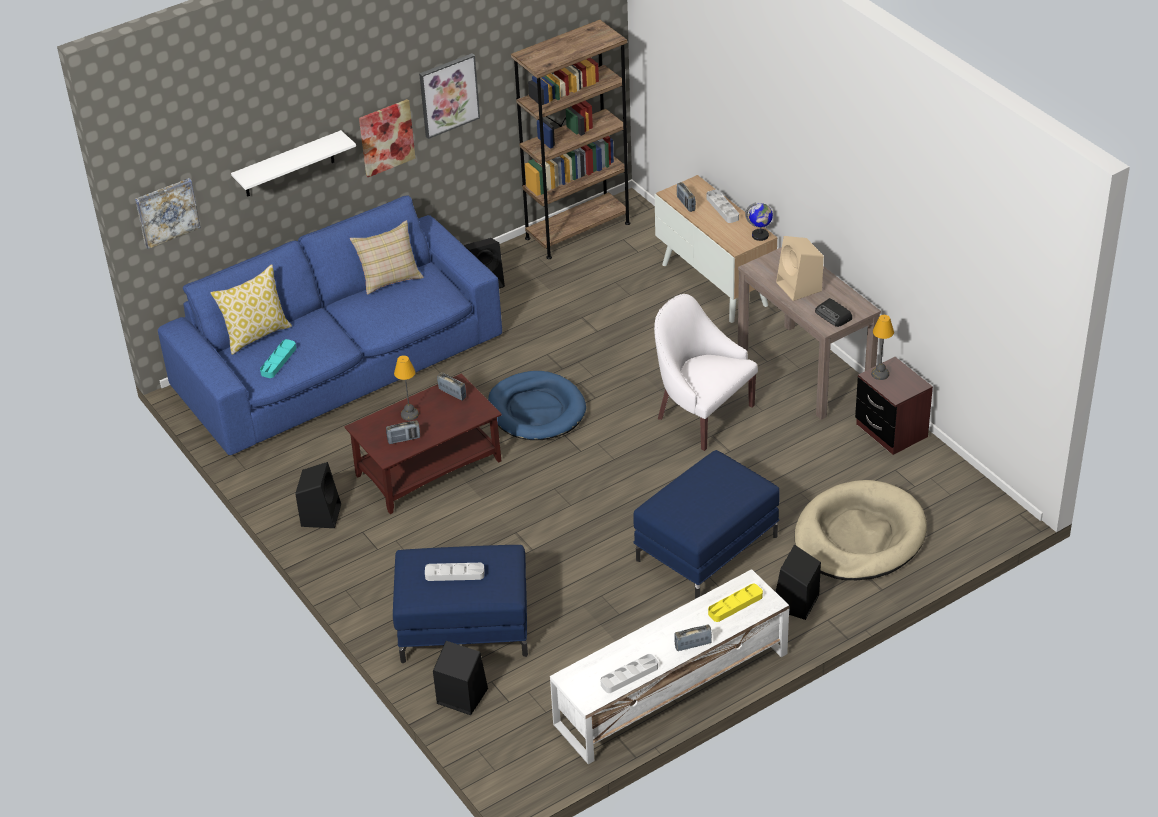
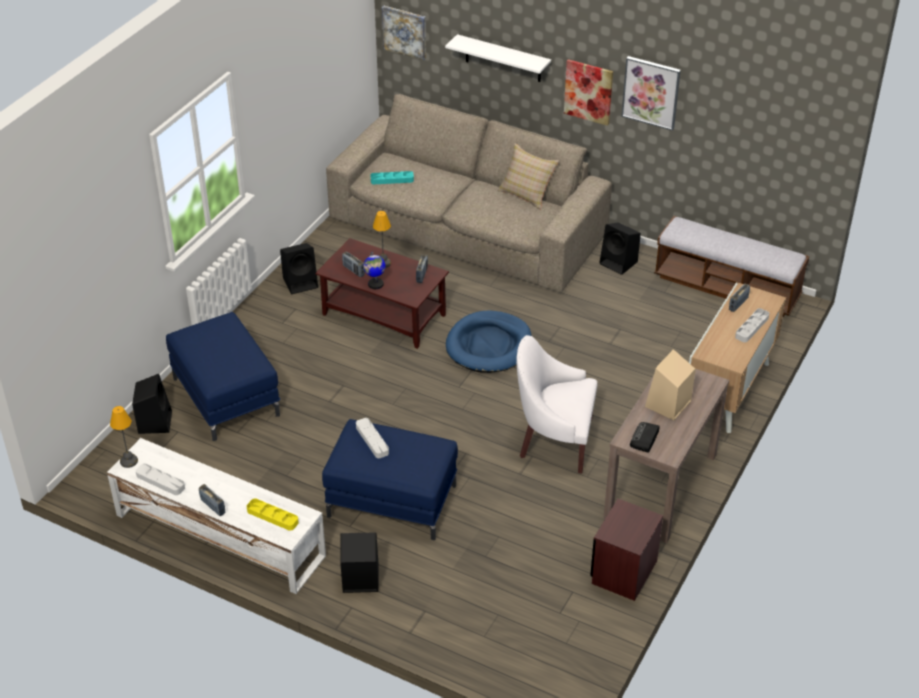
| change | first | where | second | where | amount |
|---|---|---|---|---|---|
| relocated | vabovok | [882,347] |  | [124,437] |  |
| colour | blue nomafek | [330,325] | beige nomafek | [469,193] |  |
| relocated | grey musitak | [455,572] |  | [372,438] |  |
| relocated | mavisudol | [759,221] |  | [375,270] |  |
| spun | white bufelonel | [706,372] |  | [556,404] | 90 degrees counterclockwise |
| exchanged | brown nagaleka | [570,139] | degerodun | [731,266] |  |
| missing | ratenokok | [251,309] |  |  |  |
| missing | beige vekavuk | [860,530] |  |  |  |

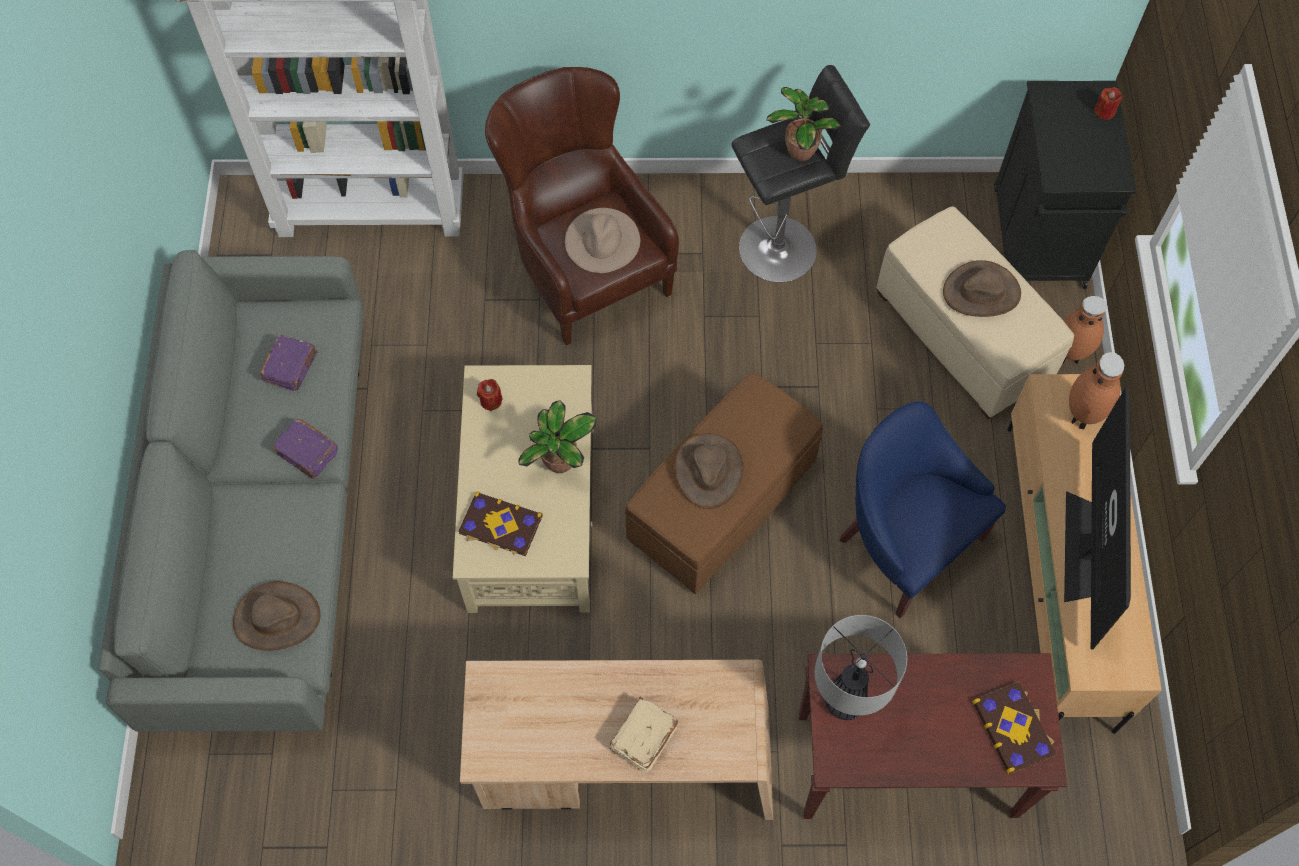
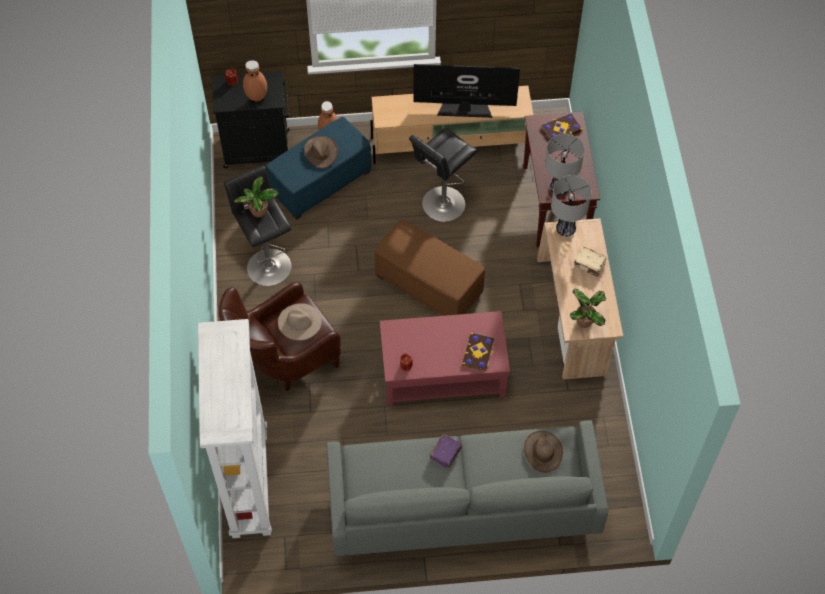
| change | first | where | second | where | amount |
|---|---|---|---|---|---|
| relocated | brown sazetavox | [1096,390] |  | [255,82] |  |
| colour | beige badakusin | [975,312] | blue badakusin | [318,168] |  |
| colour | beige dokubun | [523,489] | red dokubun | [445,358] |  |
| exchanged | blue bufelonel | [922,509] | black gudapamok | [443,175] |  |
| appeared |  |  | vabovok | [571,205] |  |
| relocated | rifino | [557,436] |  | [588,308] |  |
| missing | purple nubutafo | [288,363] |  |  |  |
| missing | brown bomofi | [709,471] |  |  |  |

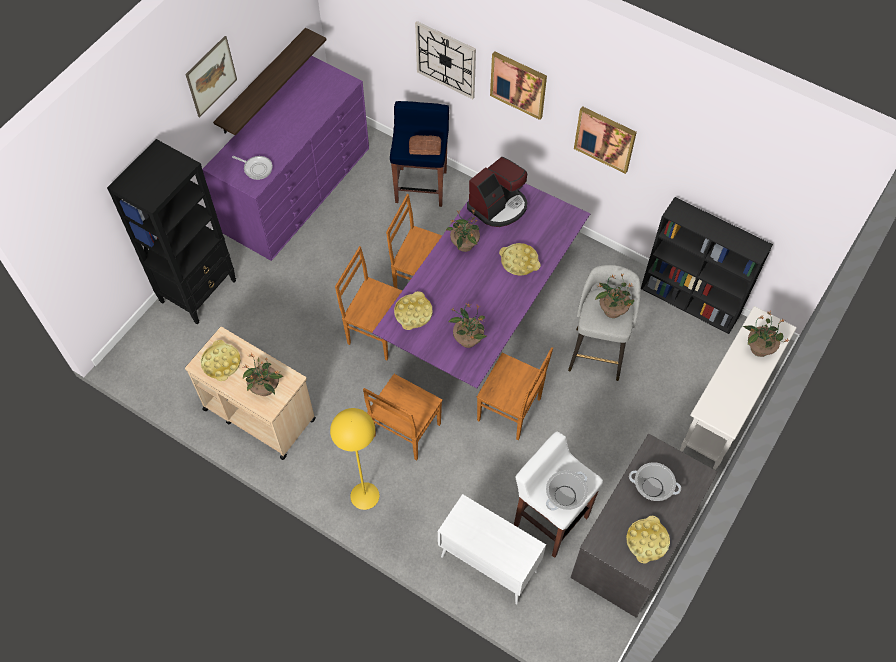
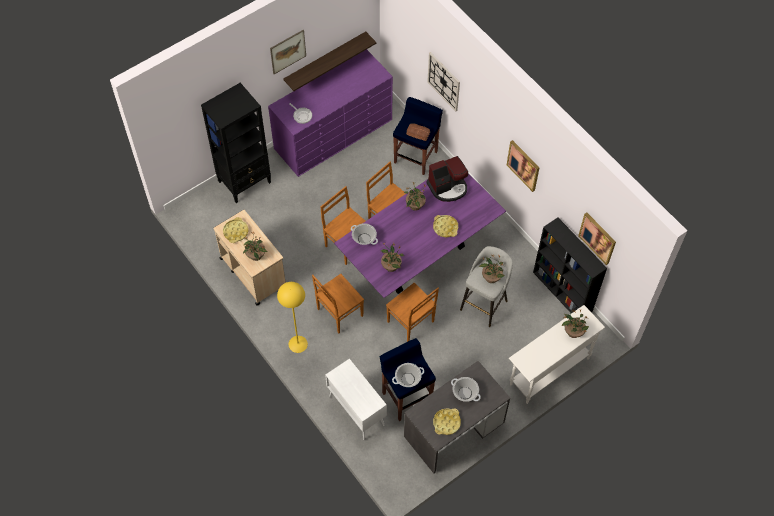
| change | first | where | second | where | amount |
|---|---|---|---|---|---|
| exchanged | yellow musitak | [413,310] | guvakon | [364,234] |  |
| colour | white gudapamok | [558,494] | blue gudapamok | [408,379] |  |
| relocated | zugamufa | [518,85] |  | [597,238] |  |

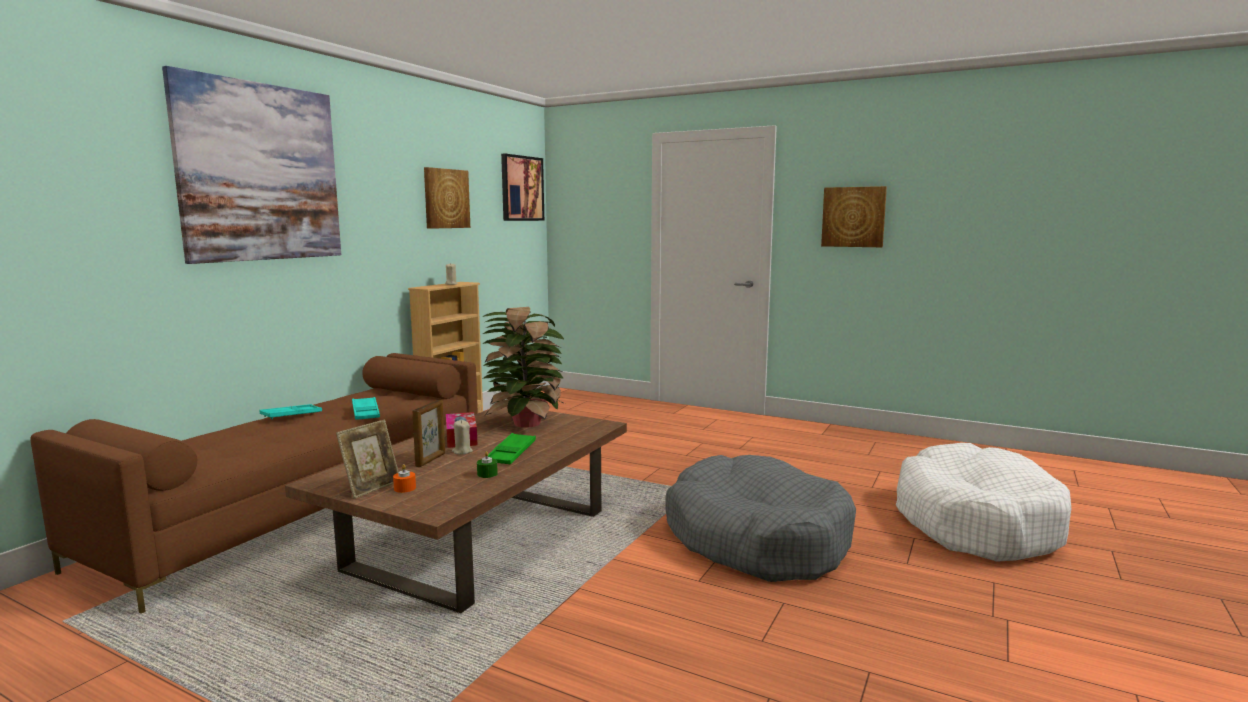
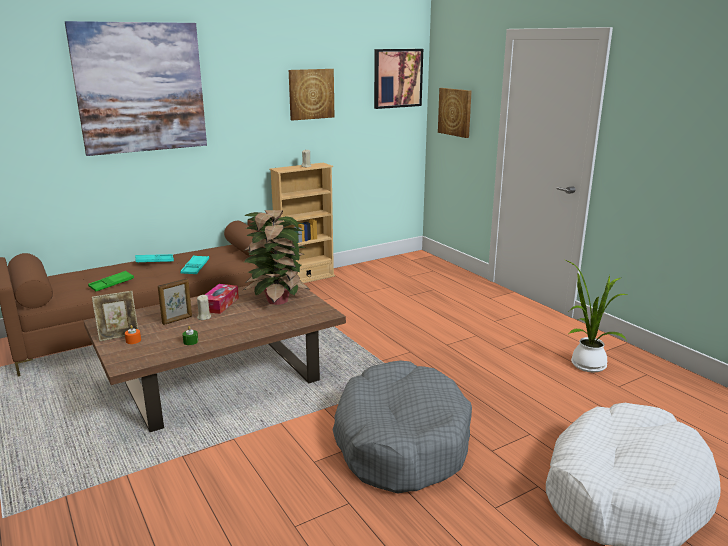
| change | first | where | second | where | amount |
|---|---|---|---|---|---|
| relocated | green musitak | [512,448] |  | [111,281] |  |
| relocated | zugamufa | [854,216] |  | [455,113] |  |
| appeared |  |  | rifino | [596,316] |  |

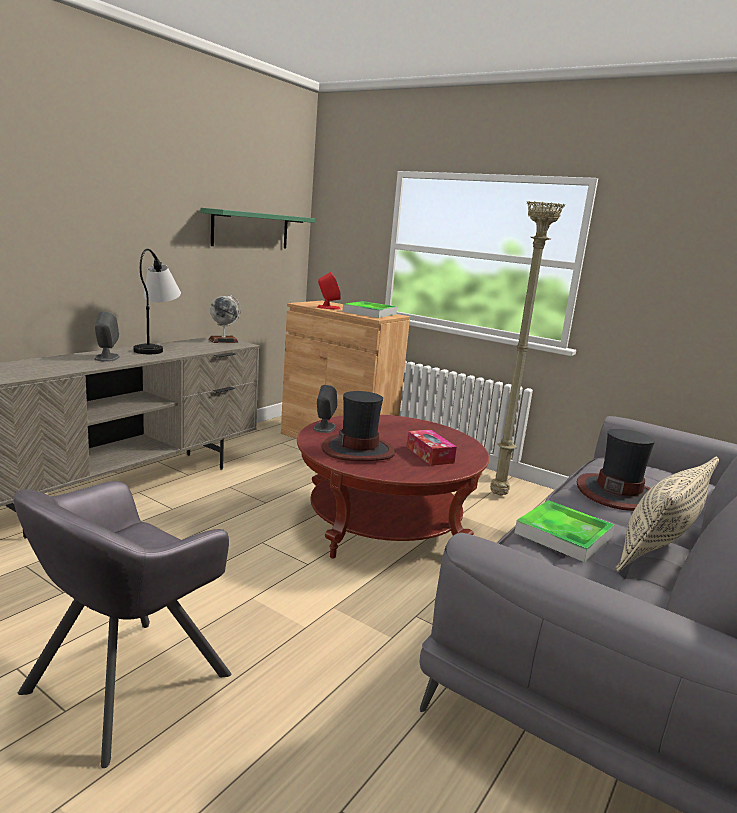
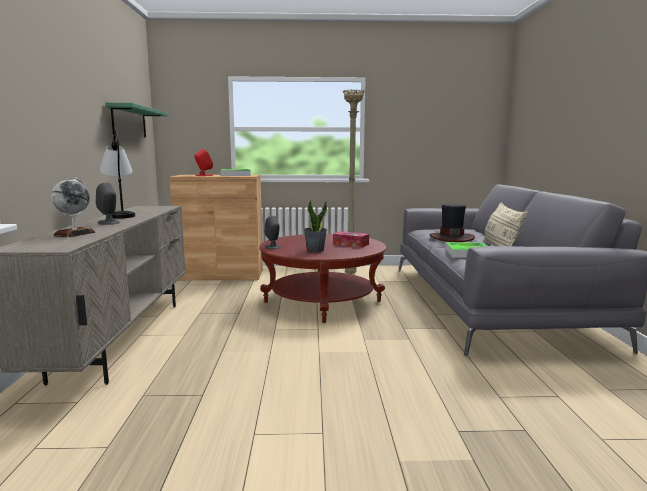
| change | first | where | second | where | amount |
|---|---|---|---|---|---|
| relocated | mavisudol | [225,319] |  | [73,207] |  |
| exchanged | bomofi | [359,426] | rifino | [315,225] |  |
| missing | grey bufelonel | [122,624] |  |  |  |

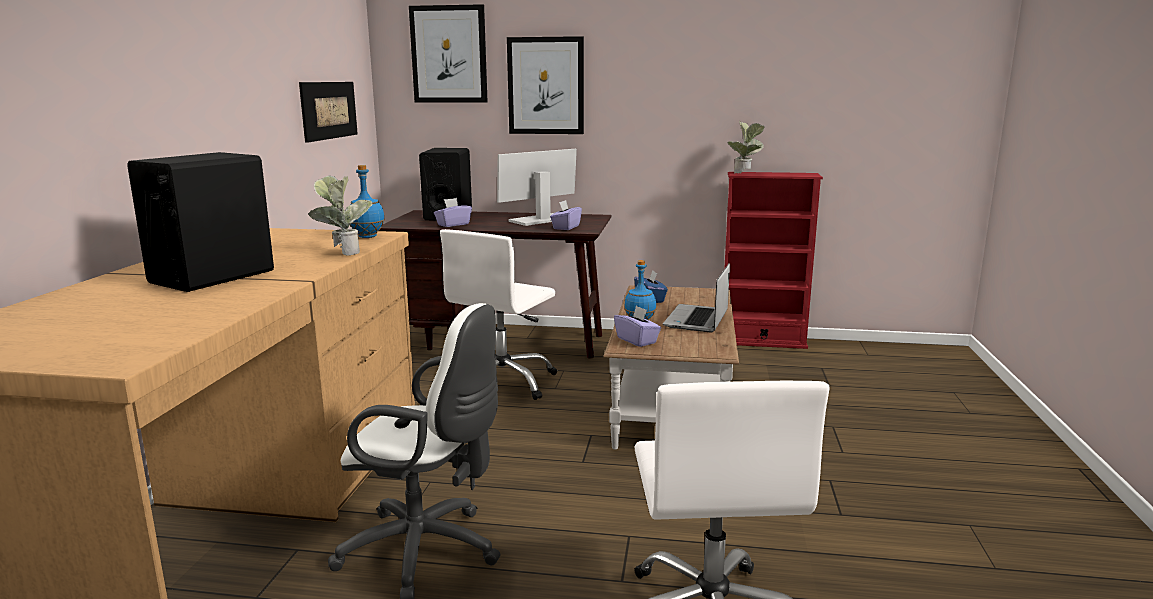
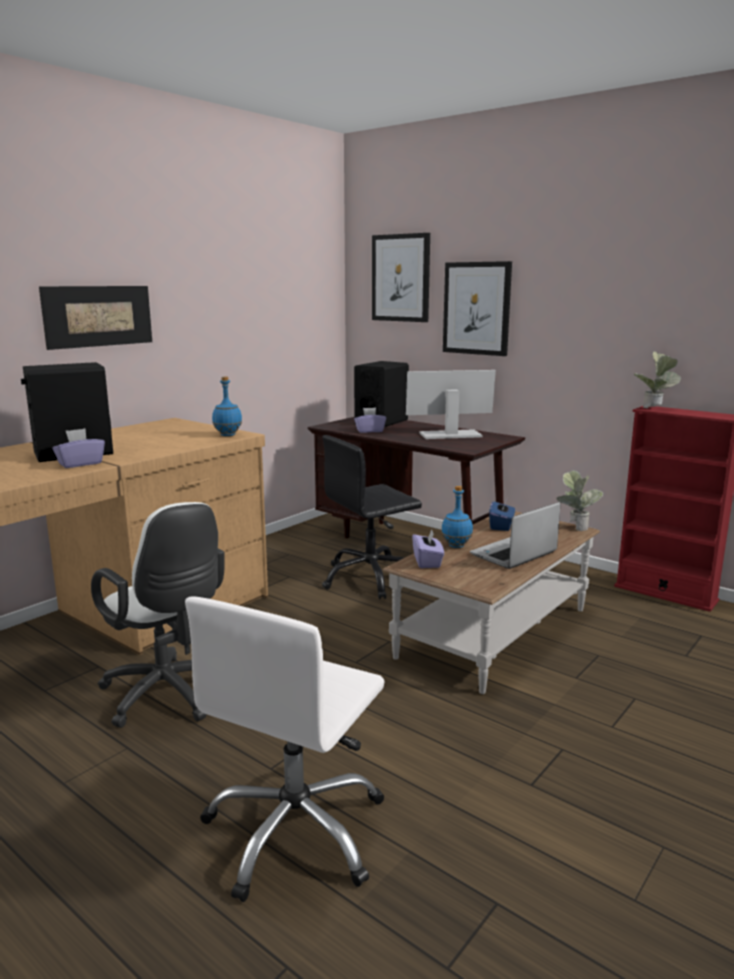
| change | first | where | second | where | amount |
|---|---|---|---|---|---|
| relocated | zugamufa | [328,112] |  | [95,318] |  |
| relocated | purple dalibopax | [566,215] |  | [78,448] |  |
| colour | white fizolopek | [498,314] | black fizolopek | [372,517] |  |
| relocated | rifino | [340,216] |  | [579,500] |  |

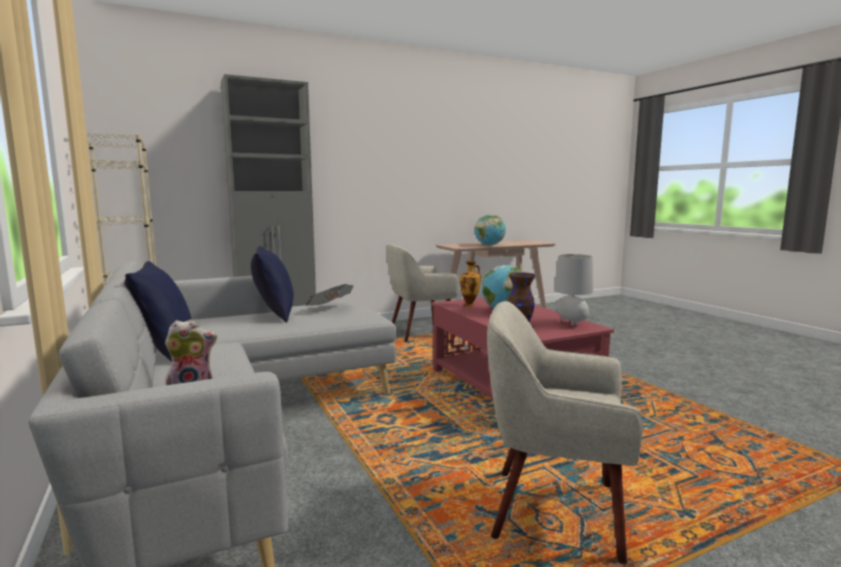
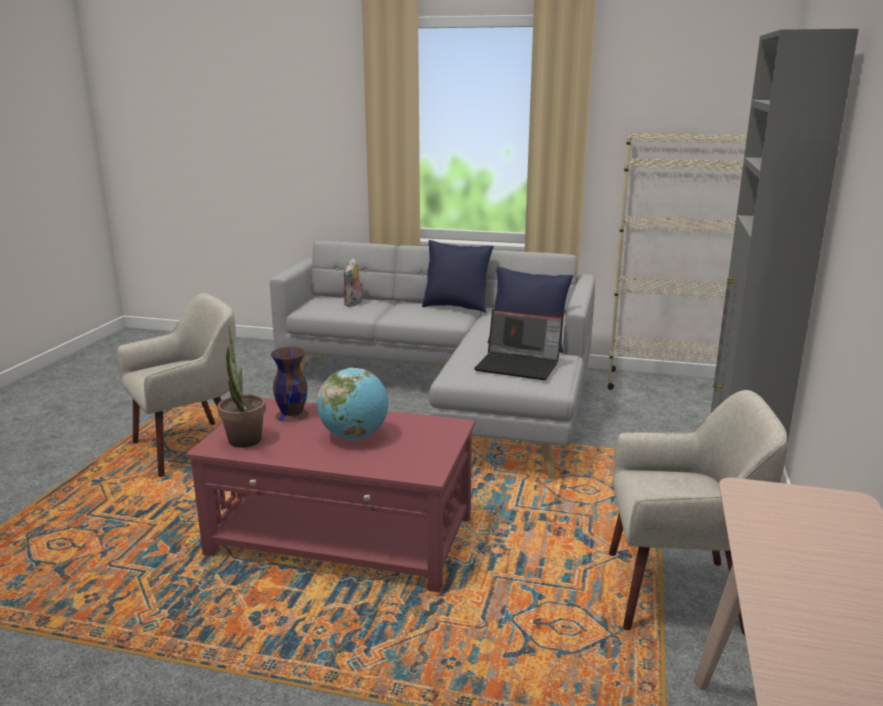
| change | first | where | second | where | amount |
|---|---|---|---|---|---|
| exchanged | grey vabovok | [573,290] | rifino | [241,386] |  |
| exchanged | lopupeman | [330,295] | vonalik | [518,344] |  |
| spun | beige bufelonel | [422,293] |  | [698,512] | 75 degrees clockwise |
| missing | sazetavox | [470,284] |  |  |  |
| missing | mavisudol | [490,229] |  |  |  |

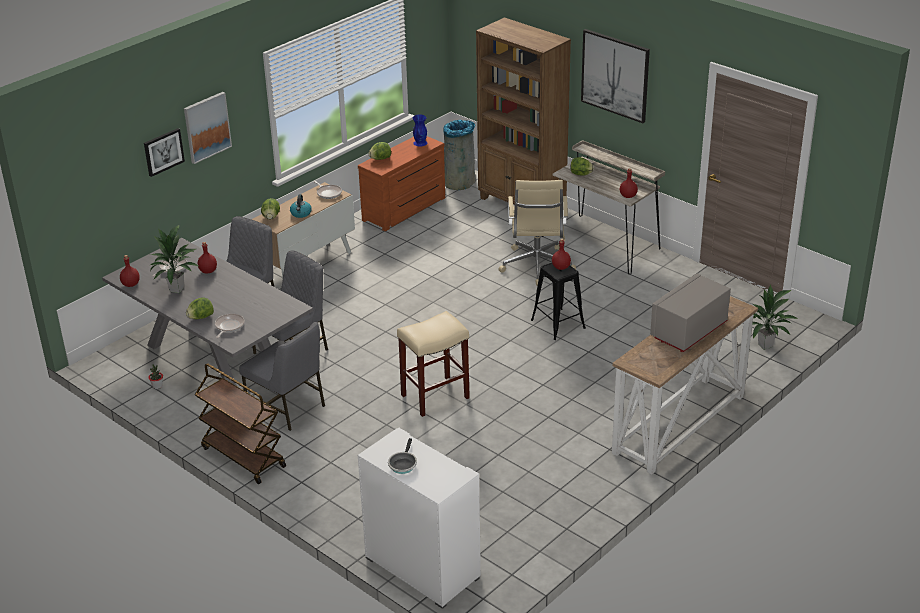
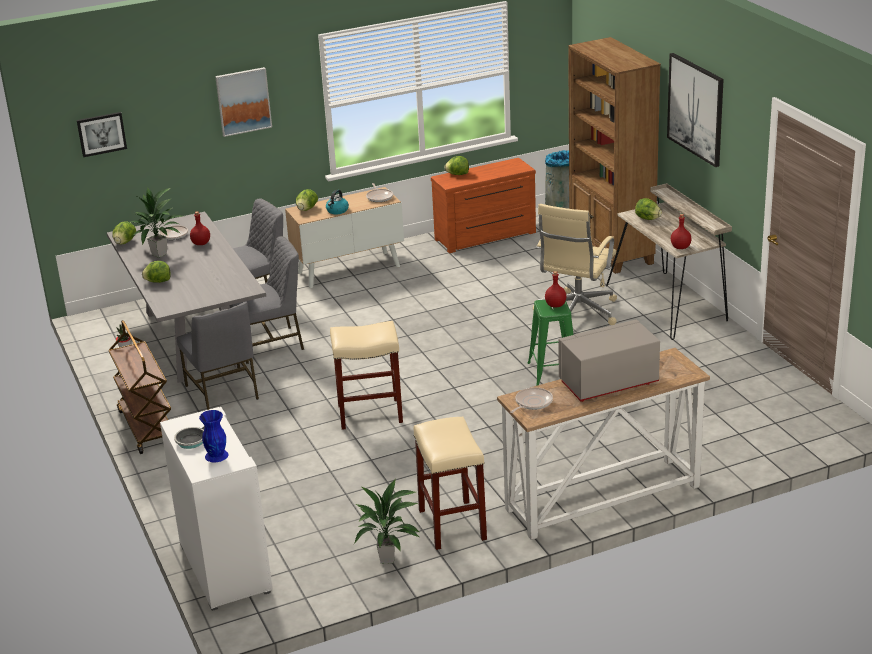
| change | first | where | second | where | amount |
|---|---|---|---|---|---|
| relocated | zugamufa | [164,152] |  | [102,134] |  |
| exchanged | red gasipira | [130,271] | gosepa | [124,233] |  |
| relocated | blue sazetavox | [419,130] |  | [213,436] |  |
| relocated | rifino | [775,317] |  | [386,521] |  |
| appeared |  |  | beige gudapamok | [450,483] |  |
| relocated | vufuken | [230,326] |  | [531,400] |  |
| colour | black gudapamok | [558,301] | green gudapamok | [551,343] |  |

